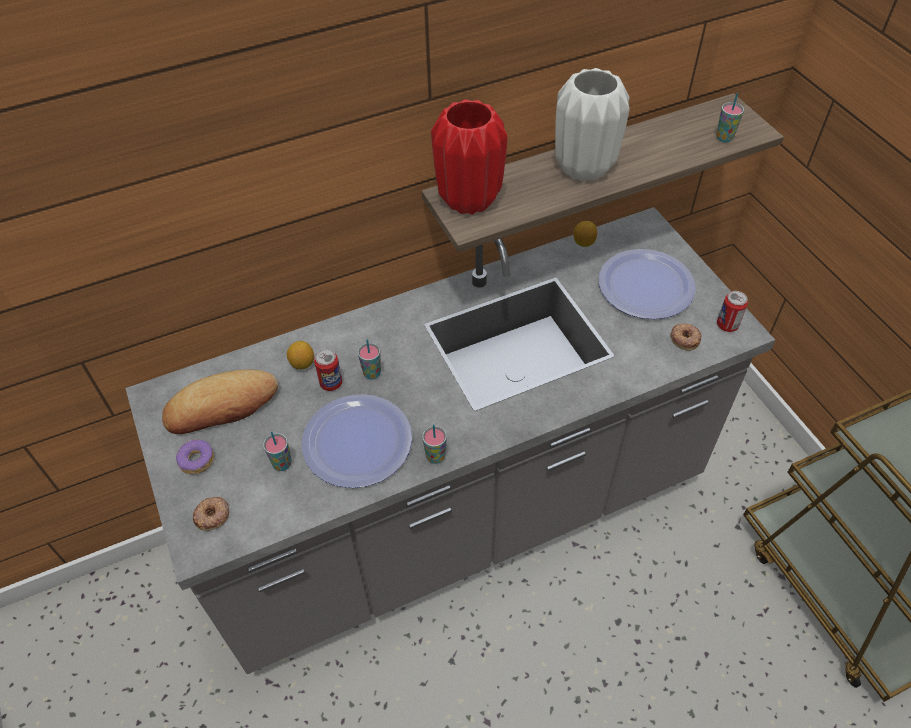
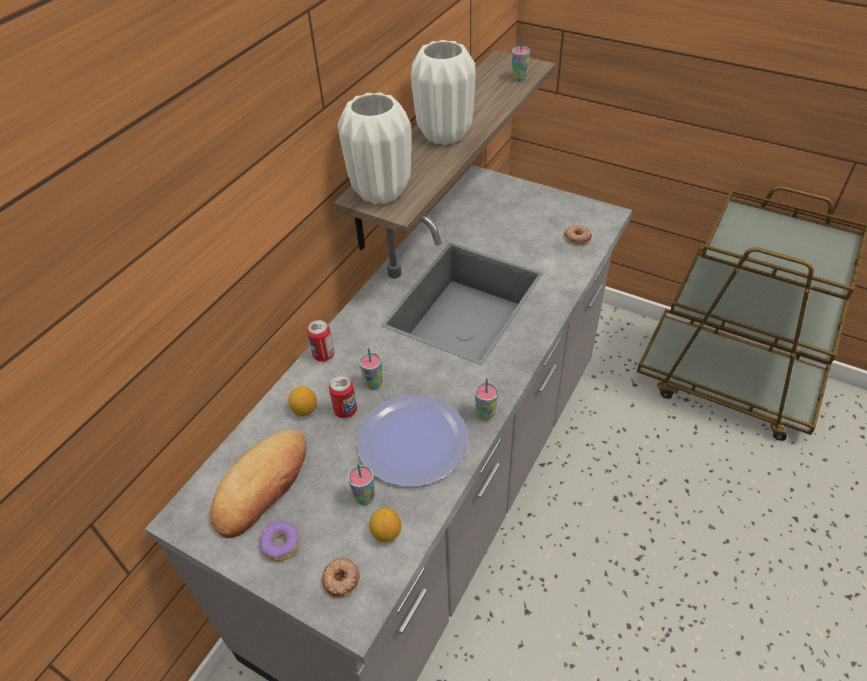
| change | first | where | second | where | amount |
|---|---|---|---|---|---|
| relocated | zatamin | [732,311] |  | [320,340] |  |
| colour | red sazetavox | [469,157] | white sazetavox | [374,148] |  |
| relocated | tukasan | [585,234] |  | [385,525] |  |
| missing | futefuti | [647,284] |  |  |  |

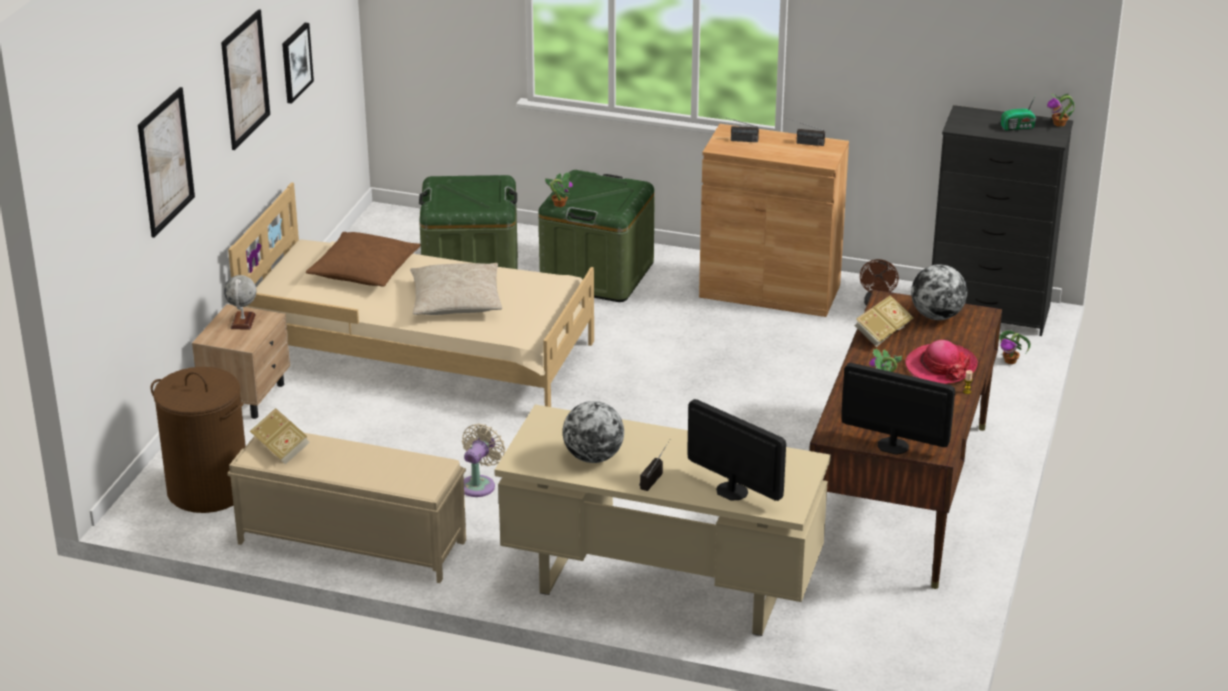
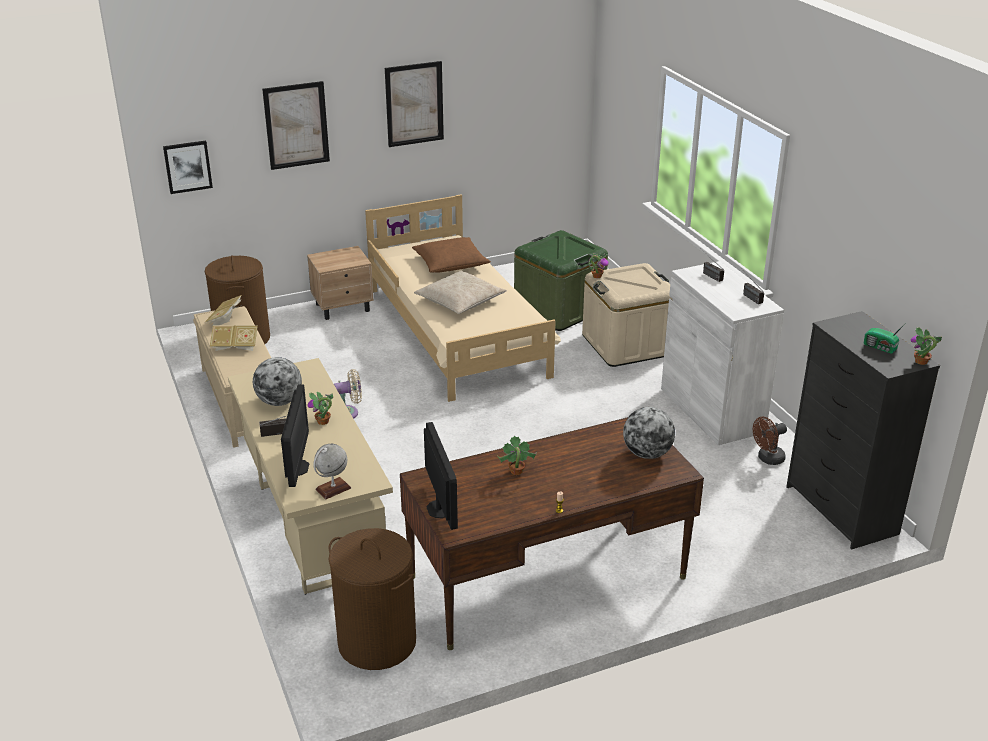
| change | first | where | second | where | amount |
|---|---|---|---|---|---|
| relocated | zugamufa | [298,63] |  | [188,167] |  |
| relocated | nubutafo | [884,321] |  | [234,338] |  |
| relocated | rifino | [1015,347] |  | [320,408] |  |
| relocated | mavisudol | [240,302] |  | [332,471] |  |
| appeared |  |  | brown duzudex | [372,599] |  |
| colour | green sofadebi | [596,236] | beige sofadebi | [627,315] |  |
| colour | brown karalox | [774,220] | white karalox | [722,353] |  |
| missing | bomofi | [941,362] |  |  |  |

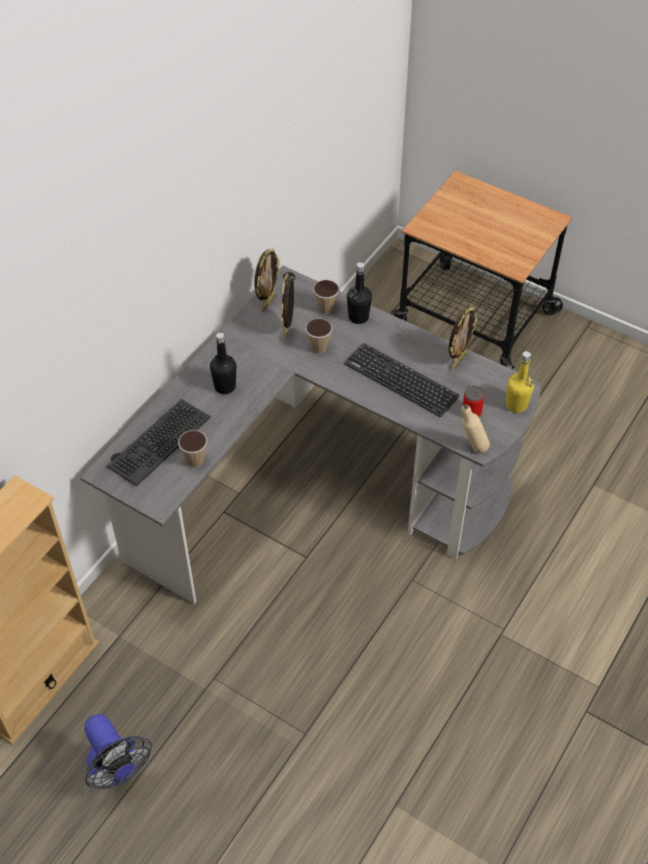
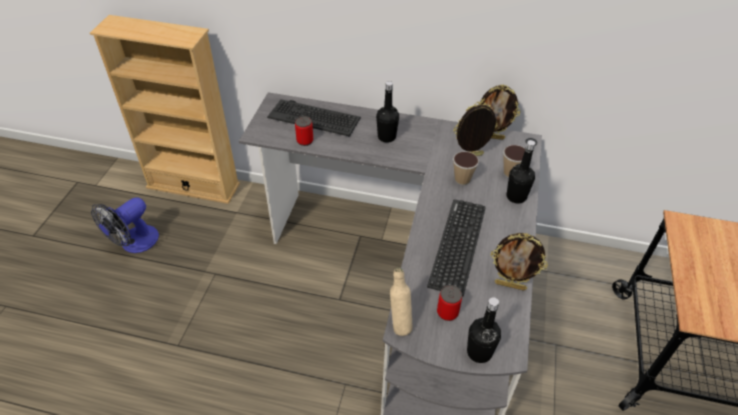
| change | first | where | second | where | amount |
|---|---|---|---|---|---|
| exchanged | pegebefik | [192,448] | zatamin | [304,131] |  |
| colour | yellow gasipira | [519,382] | black gasipira | [484,330] |  |

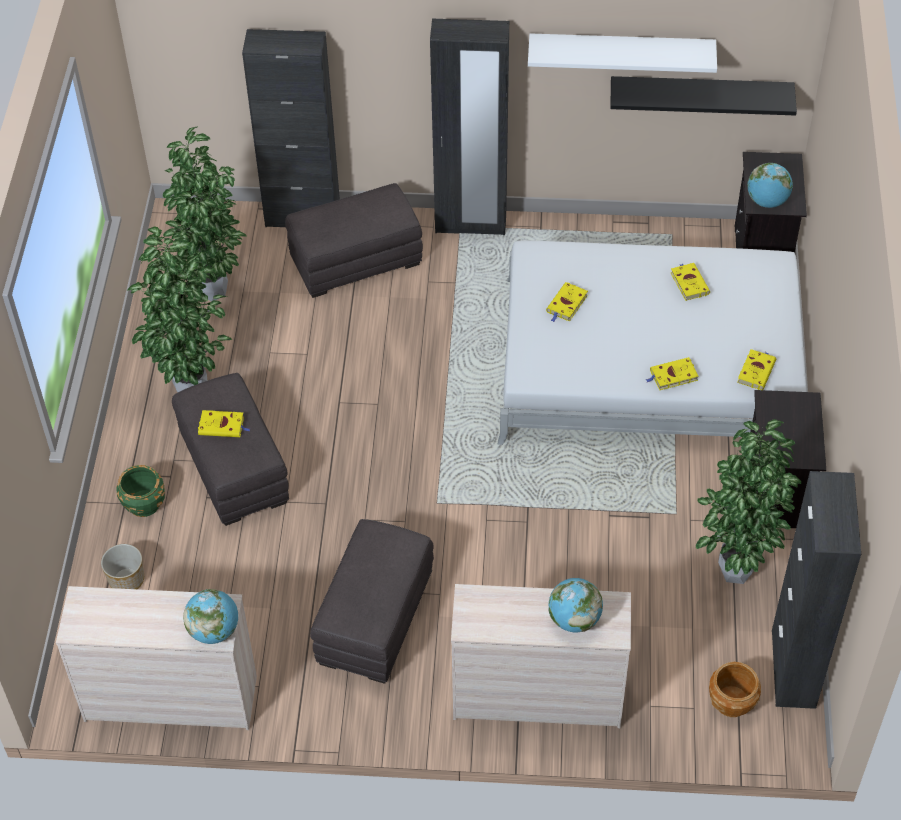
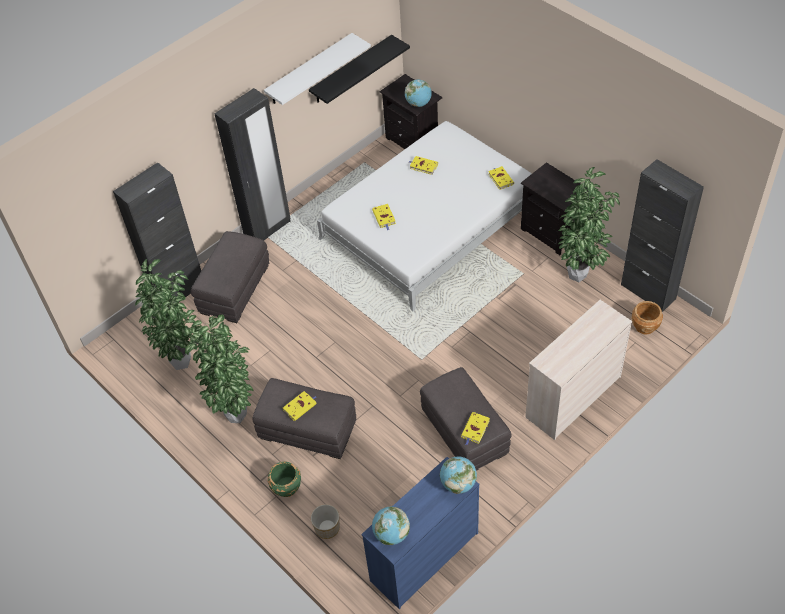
| change | first | where | second | where | amount |
|---|---|---|---|---|---|
| colour | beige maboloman | [156,658] | blue maboloman | [420,533] |  |
| relocated | mavisudol | [576,605] |  | [391,526] |  |
| relocated | yellow nubutafo | [672,373] |  | [475,428] |  |

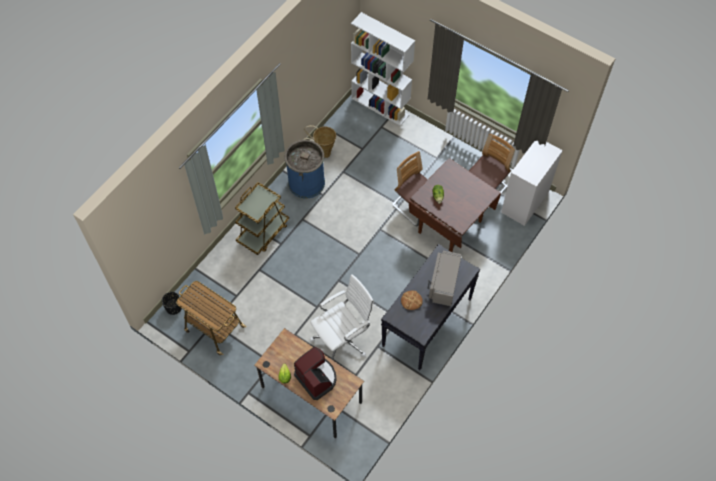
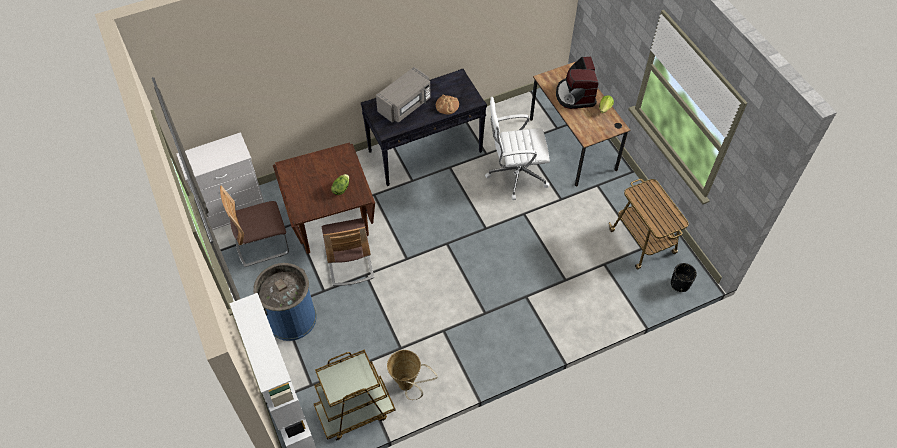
| change | first | where | second | where | amount |
|---|---|---|---|---|---|
| relocated | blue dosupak | [304,169] |  | [285,302] |  |
| relocated | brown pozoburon | [262,218] |  | [355,394] |  |

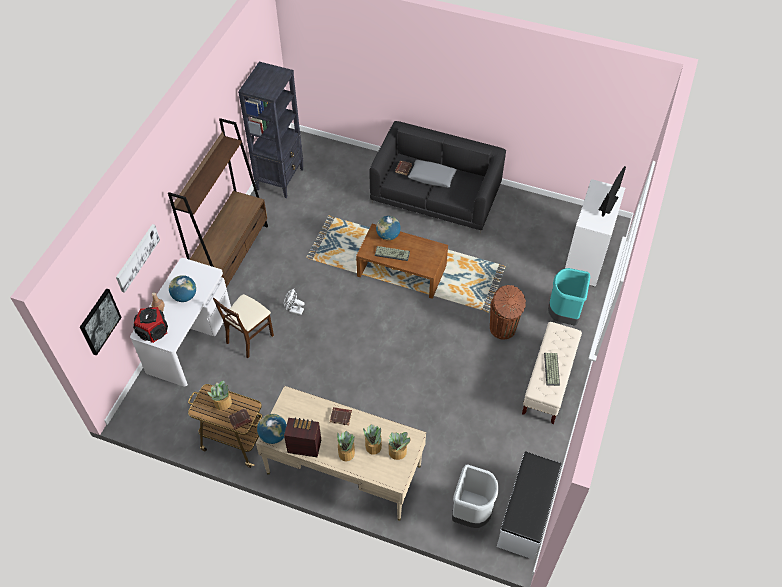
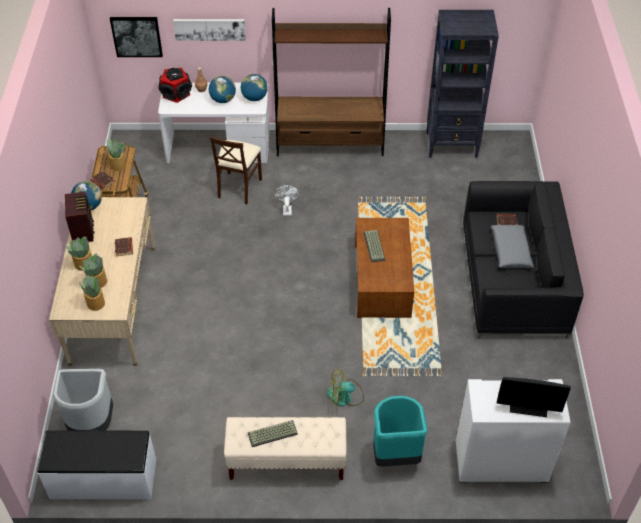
| change | first | where | second | where | amount |
|---|---|---|---|---|---|
| spun | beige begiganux | [243,326] |  | [236,170] | 90 degrees counterclockwise |
| relocated | mavisudol | [388,228] |  | [254,87] |  |
| exchanged | brown dosupak | [508,312] | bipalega | [345,387] |  |

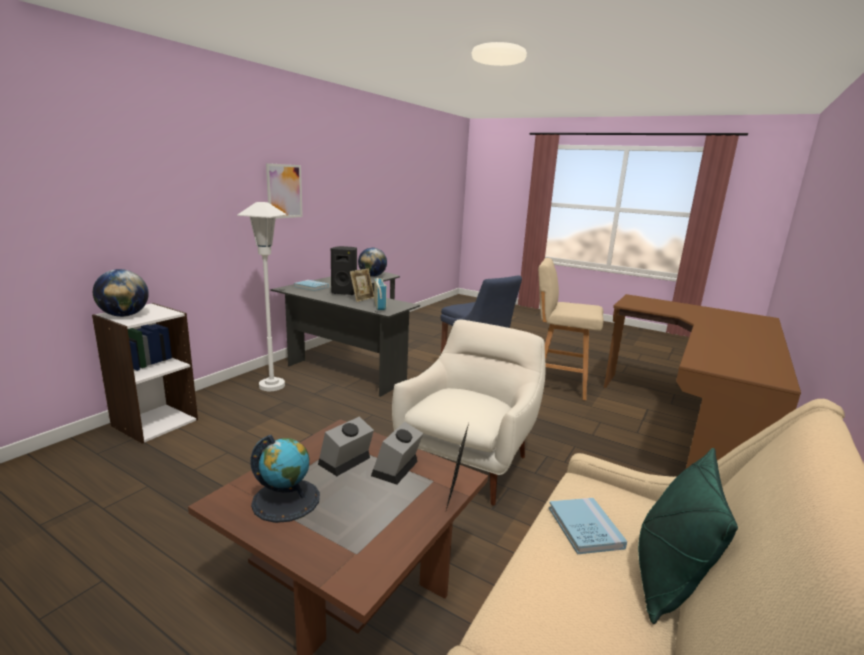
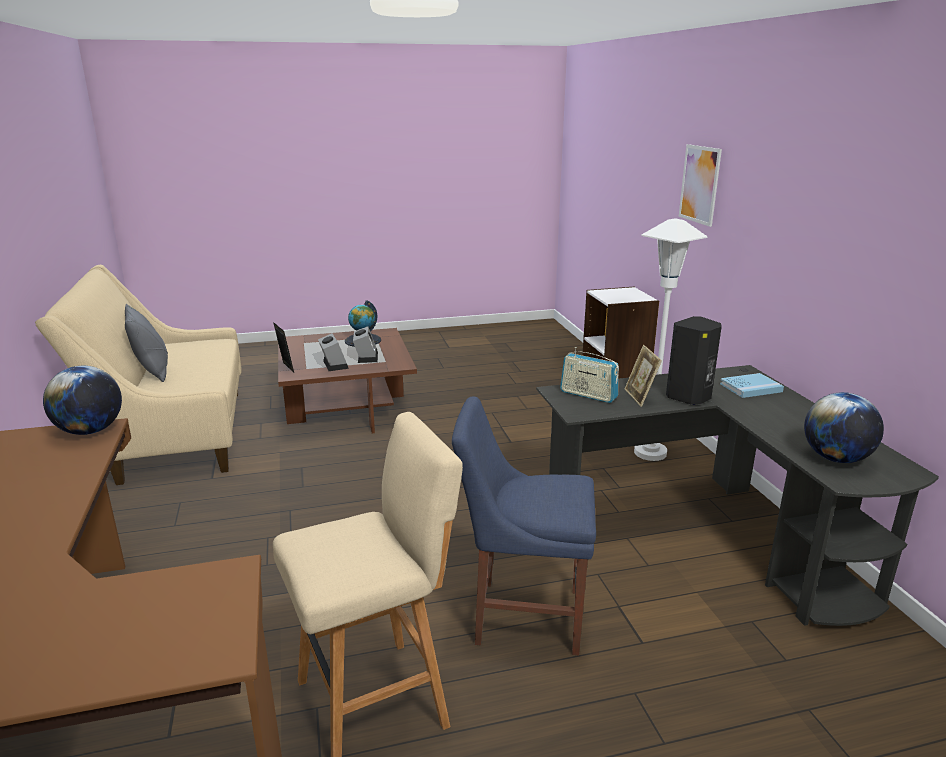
| change | first | where | second | where | amount |
|---|---|---|---|---|---|
| relocated | mavisudol | [121,293] |  | [82,400] |  |
| colour | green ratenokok | [688,536] | grey ratenokok | [146,343] |  |
| relocated | zugamufa | [284,191] |  | [700,185] |  |
| missing | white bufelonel | [469,413] |  |  |  |
| missing | blue nubutafo | [588,526] |  |  |  |

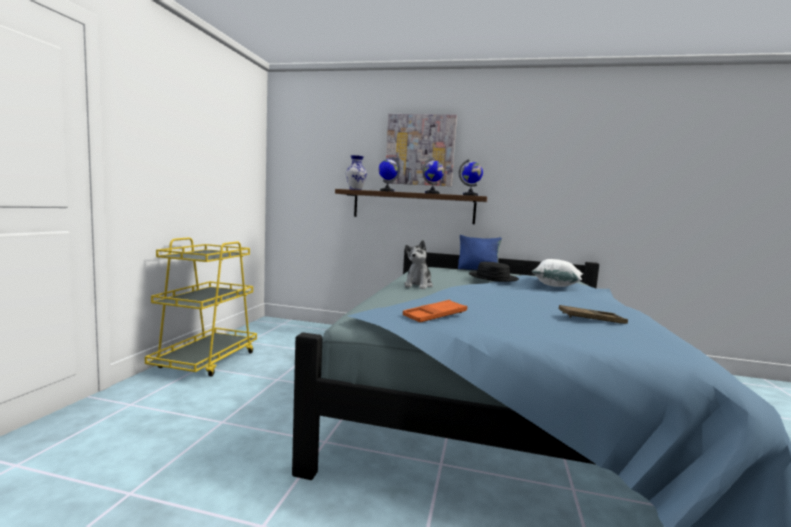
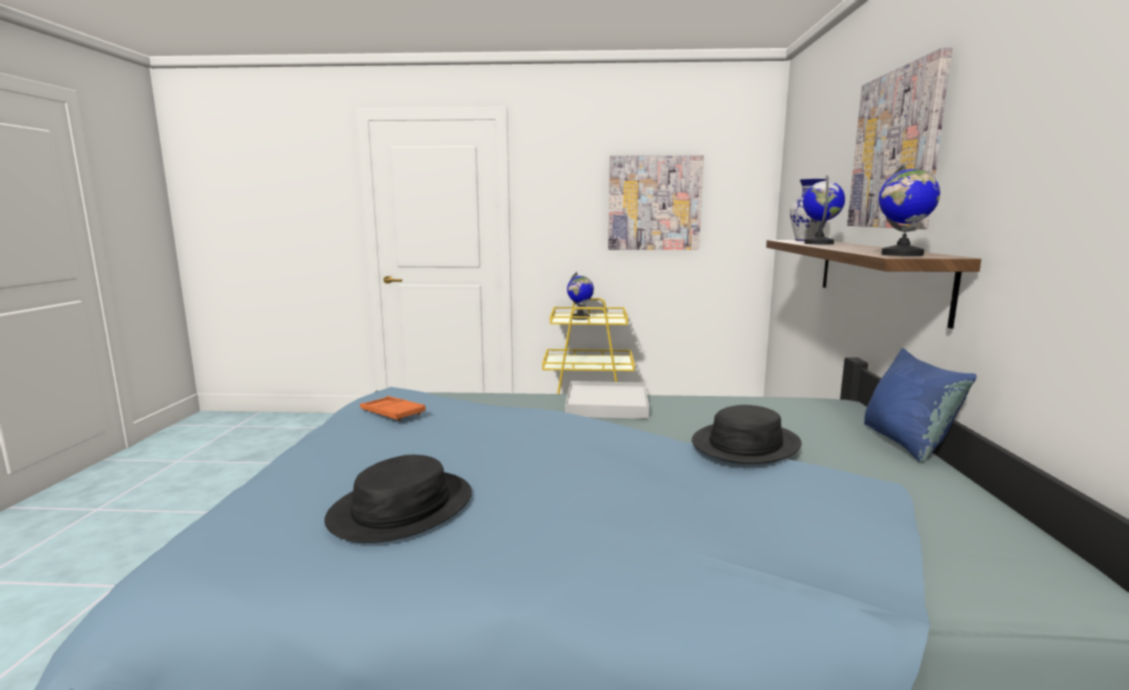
| change | first | where | second | where | amount |
|---|---|---|---|---|---|
| exchanged | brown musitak | [593,314] | black bomofi | [398,499] |  |
| exchanged | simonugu | [418,264] | white musitak | [607,400] |  |
| relocated | mavisudol | [433,175] |  | [580,296] |  |
| appeared |  |  | zugamufa | [656,202] |  |
| missing | white ratenokok | [557,273] |  |  |  |

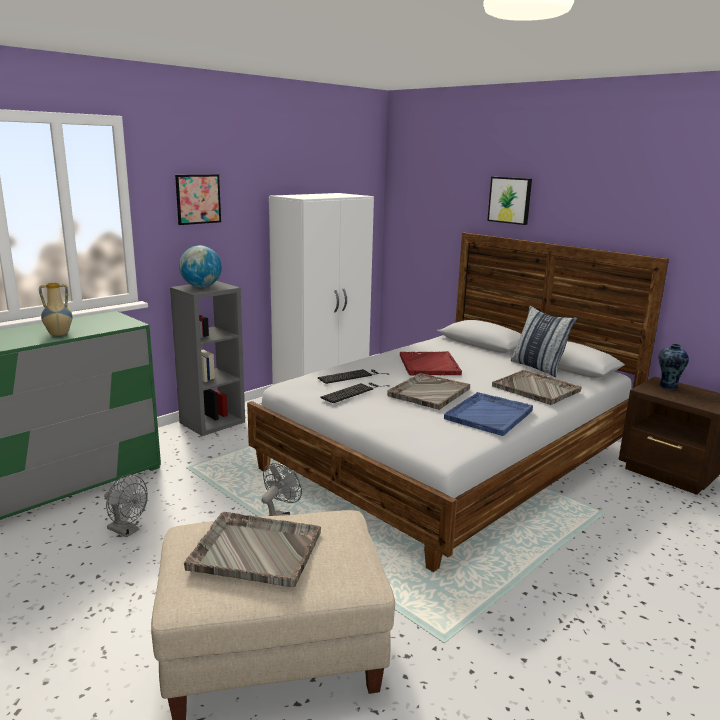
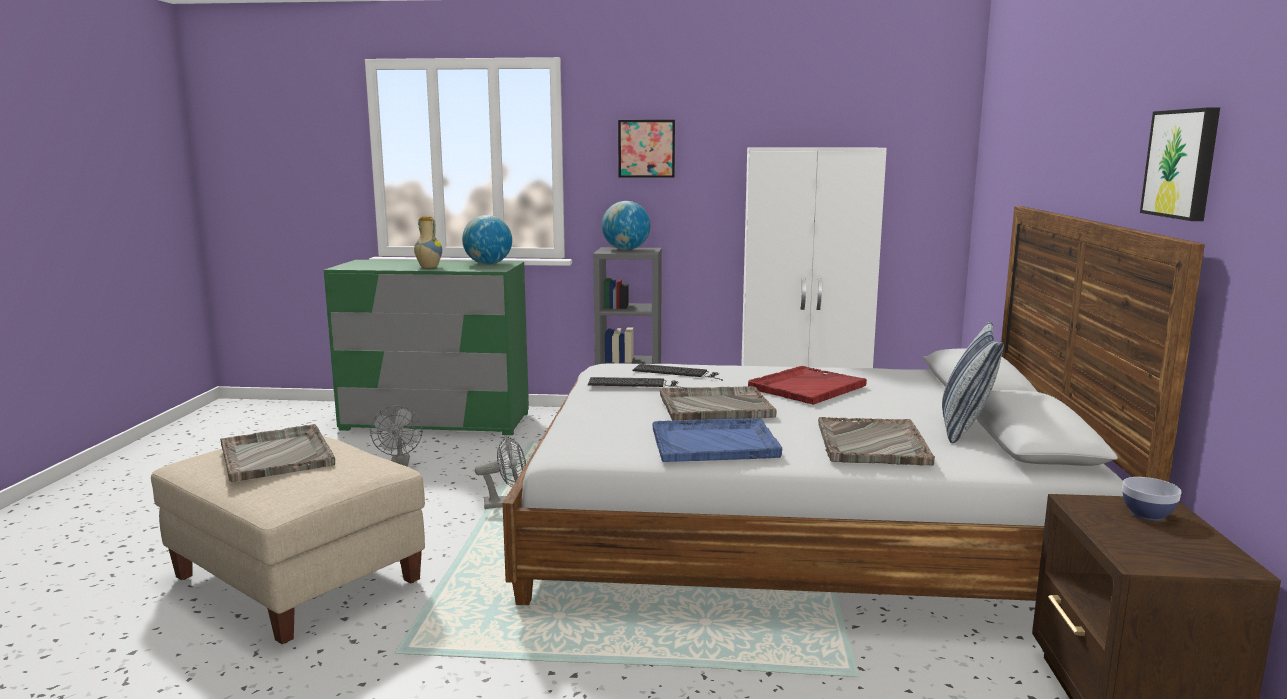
| change | first | where | second | where | amount |
|---|---|---|---|---|---|
| appeared |  |  | mavisudol | [487,240] |  |
| exchanged | sazetavox | [673,367] | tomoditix | [1151,499] |  |
| relocated | zugamufa | [509,201] |  | [1180,164] |  |

